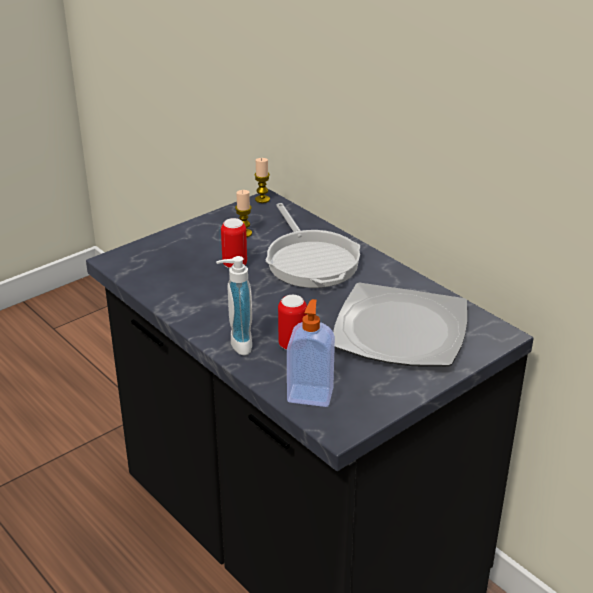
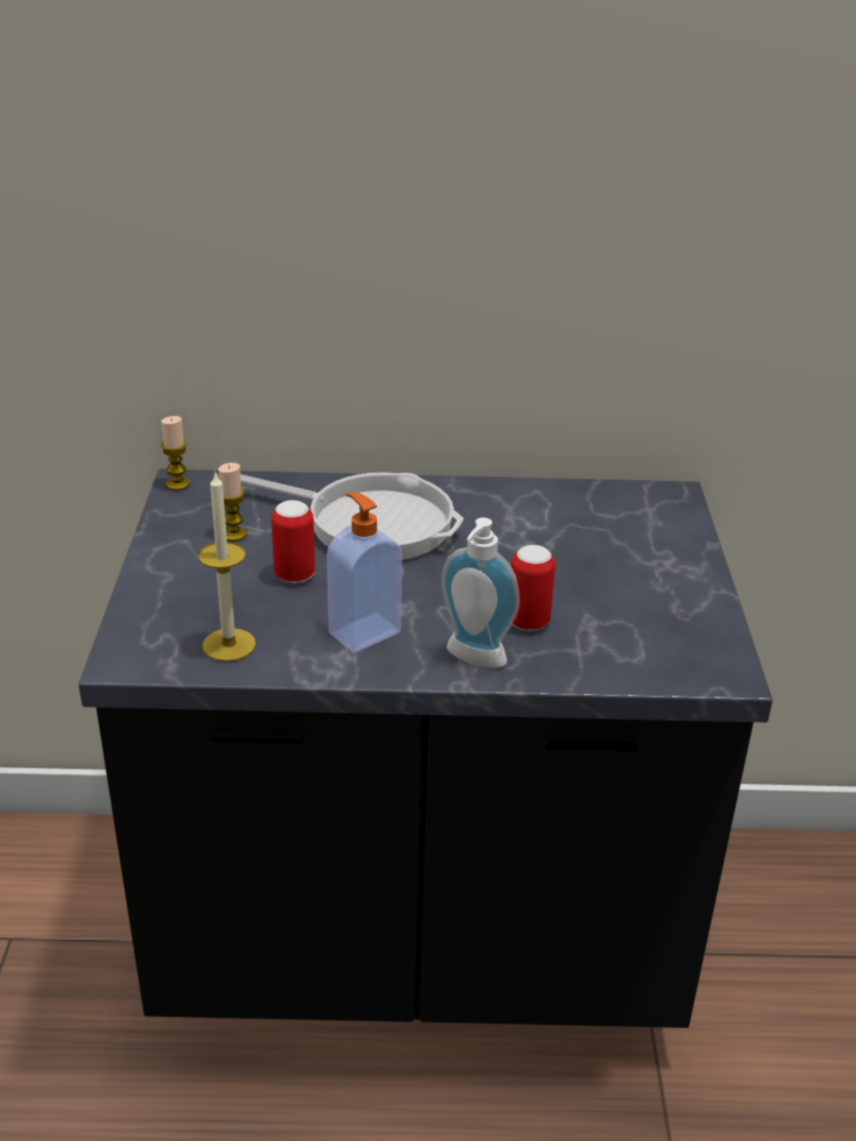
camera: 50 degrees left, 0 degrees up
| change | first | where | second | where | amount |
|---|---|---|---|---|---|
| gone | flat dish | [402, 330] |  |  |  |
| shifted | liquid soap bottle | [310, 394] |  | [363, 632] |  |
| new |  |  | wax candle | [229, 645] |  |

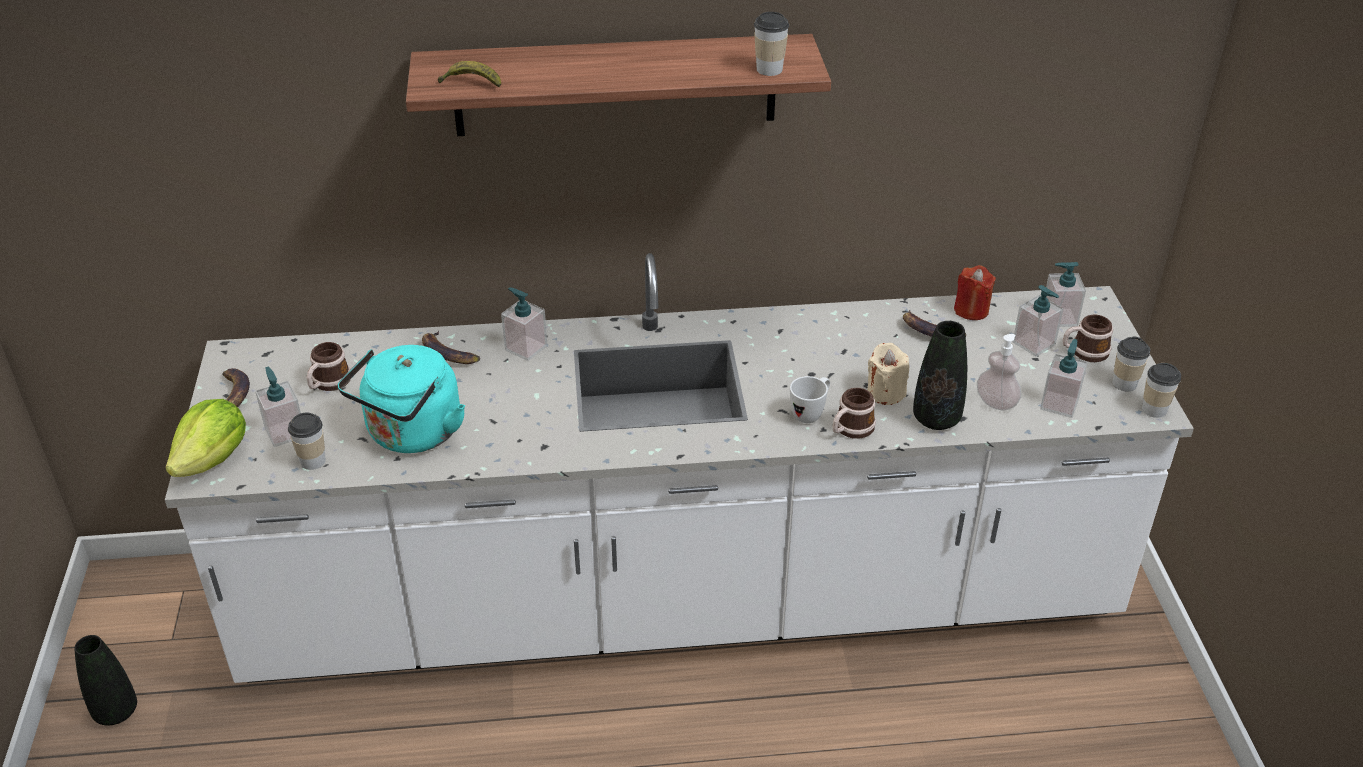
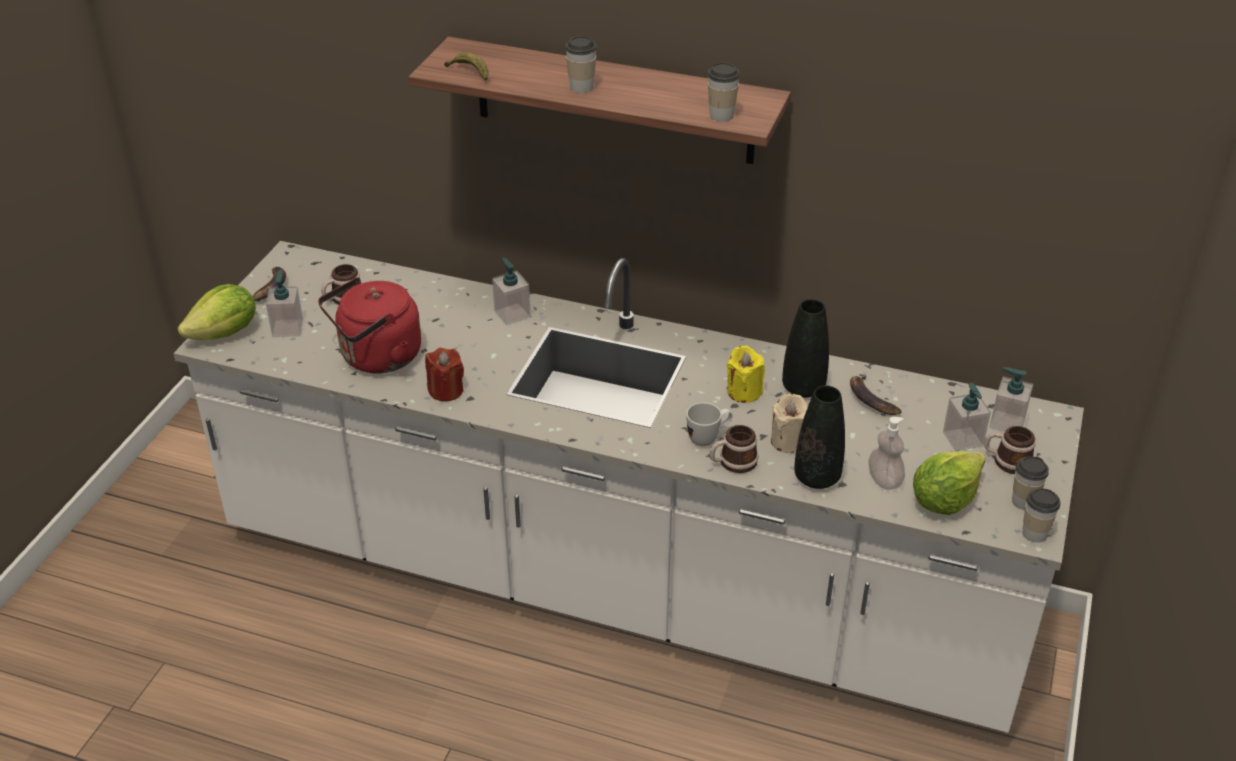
camera: 25 degrees right, 0 degrees up
| change | first | where | second | where | amount |
|---|---|---|---|---|---|
| shifted | reddish wax candle | [971, 310] |  | [446, 390] |  |
| gone | banana | [447, 353] |  |  |  |
| swapped | liquid soap bottle | [1059, 404] | lettuce head | [944, 500] |  |
| repainted | turquoise kettle | [411, 435] | reddish kettle | [377, 358] |  |
| shifted | small cup | [313, 461] |  | [581, 87] |  |
| shifted | blackish decorative vase | [116, 712] |  | [803, 388] |  |
| new |  |  | yellow-coloured wax candle | [744, 392] |  |

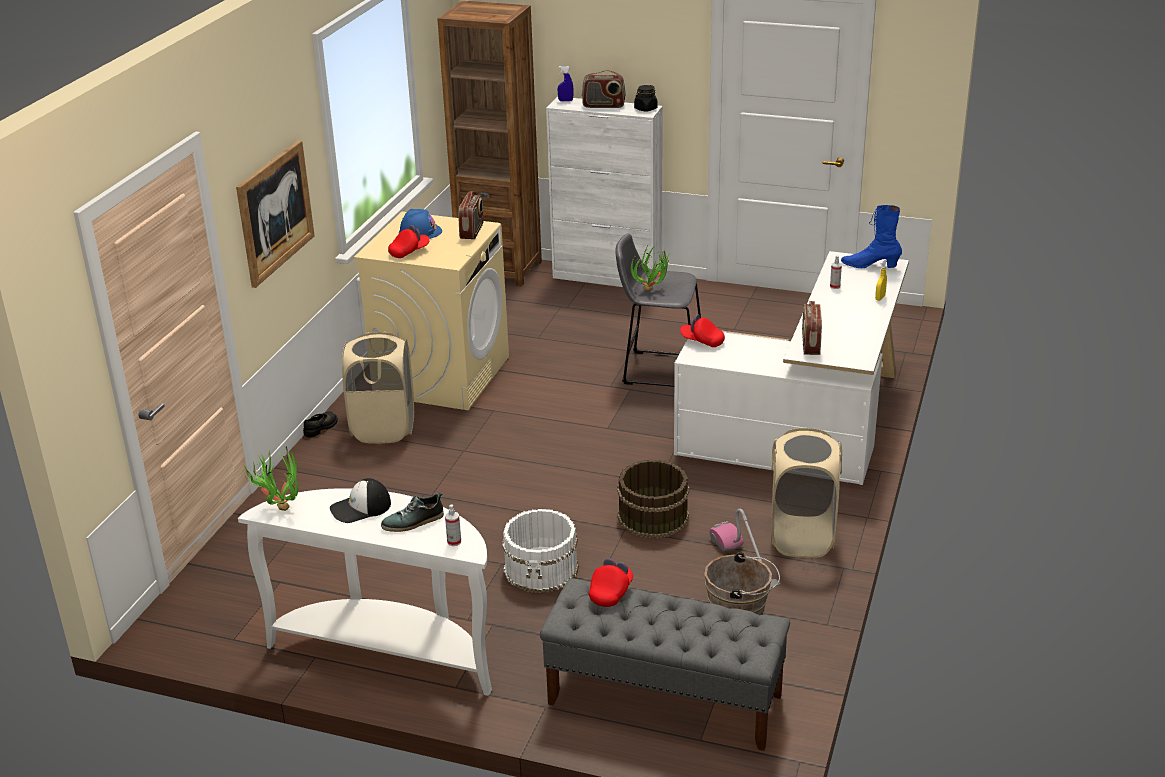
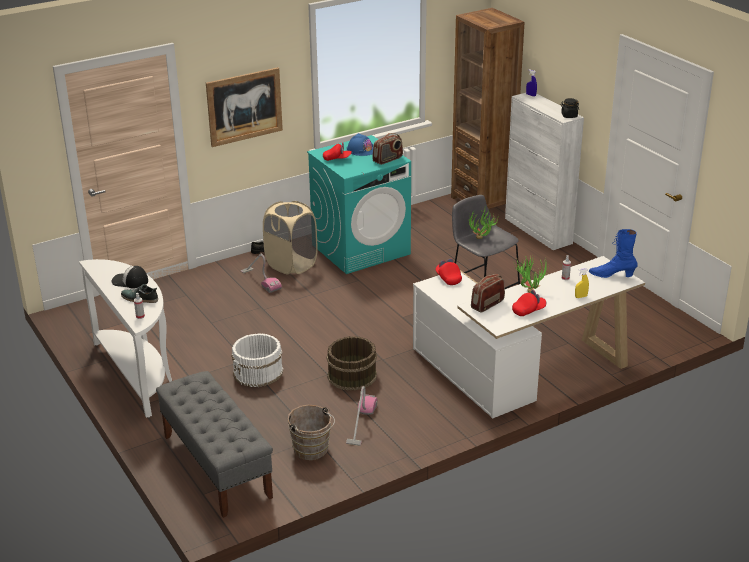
camera: 40 degrees right, 0 degrees up
| change | first | where | second | where | amount |
|---|---|---|---|---|---|
| gone | radio receiver | [603, 105] |  |  |  |
| rotated | blue tall boot | [870, 266] |  | [612, 275] | 45 degrees counterclockwise |
| repainted | beige laundry appliance | [442, 375] | turquoise laundry appliance | [361, 249] |  |
| gone | beige laundry basket | [802, 537] |  |  |  |
| shifted | plant in a pot | [279, 507] |  | [529, 290] |  |
| shifted | reddish peaked cap | [611, 592] |  | [528, 311] |  |
| new |  |  | vacuum cleaner | [260, 280] |  |

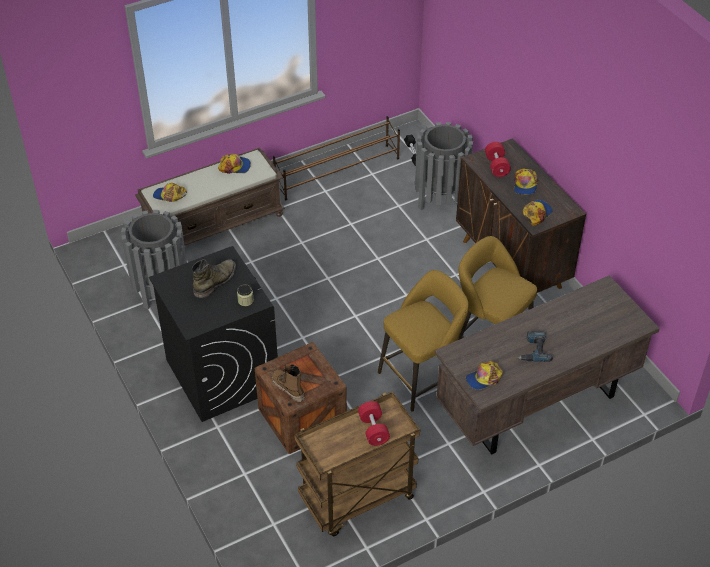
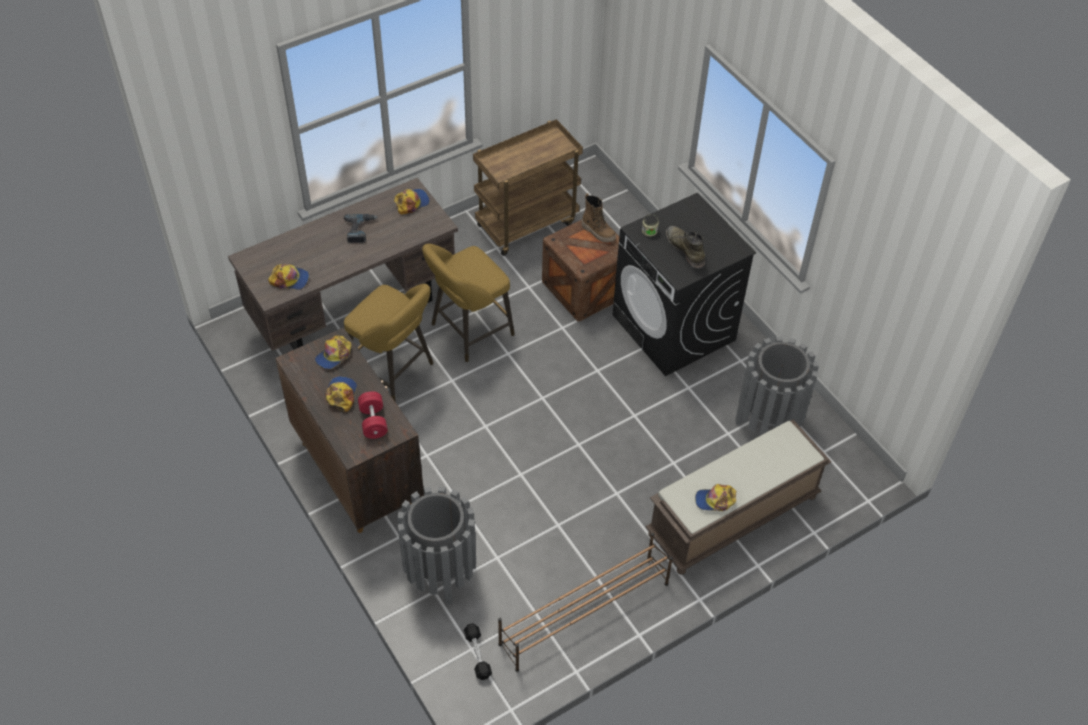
camera: 175 degrees right, 5 degrees up
| change | first | where | second | where | amount |
|---|---|---|---|---|---|
| shifted | peaked cap | [169, 196] |  | [290, 279] |  |
| rotated | greenish tall boot | [215, 281] |  | [685, 249] | 120 degrees clockwise |
| gone | reddish hand weight | [373, 430] |  |  |  |

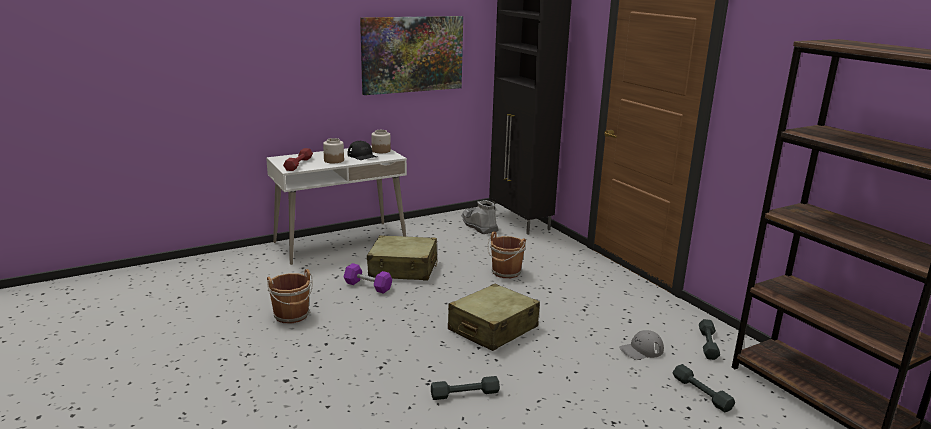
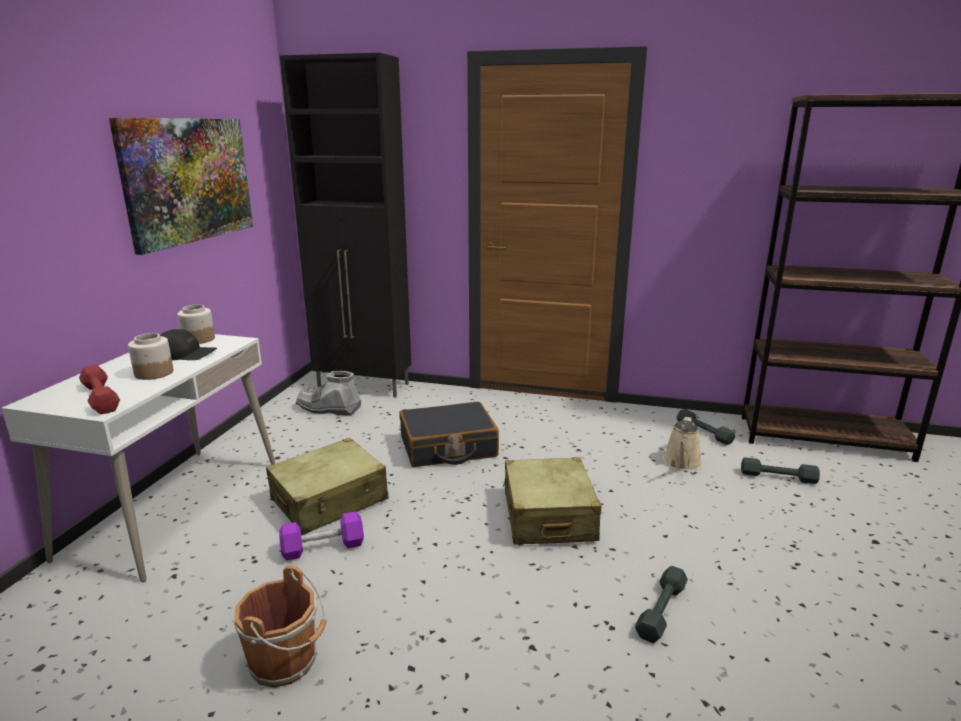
camera: 45 degrees left, 0 degrees up
| change | first | where | second | where | amount |
|---|---|---|---|---|---|
| swapped | brown-coloured water bucket | [505, 272] | blackish travel case | [448, 447] |  |
| swapped | greyish peaked cap | [641, 350] | beige watering can | [681, 463] |  |

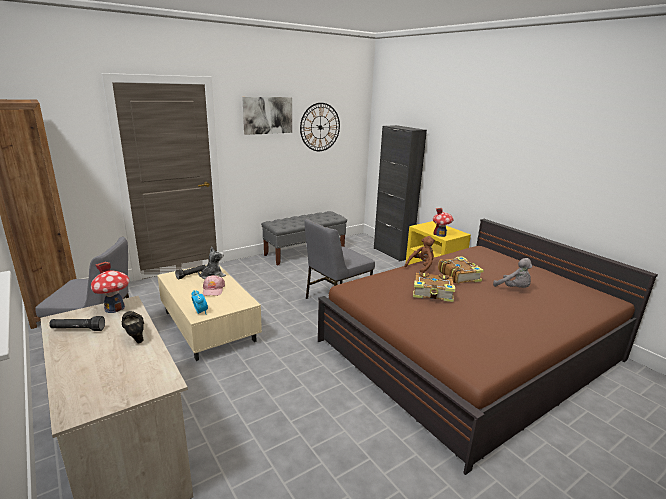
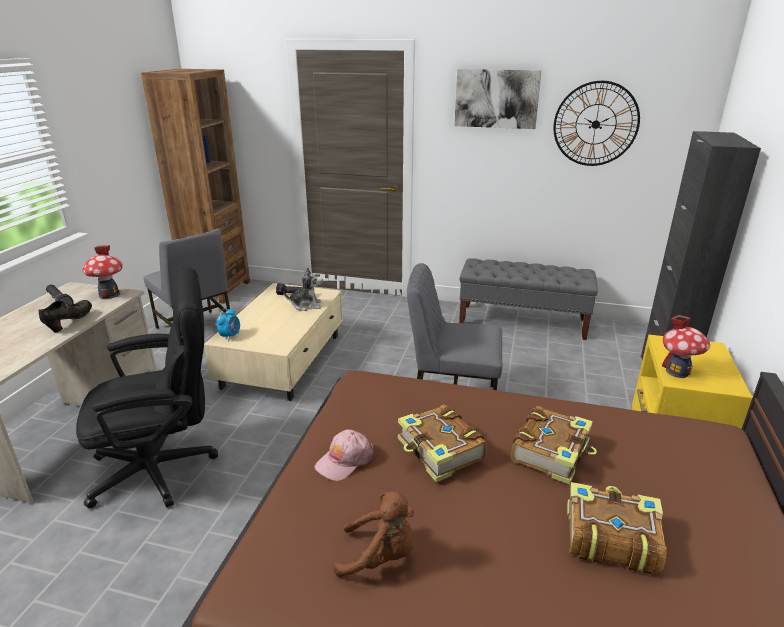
camera: 50 degrees right, 5 degrees up
| change | first | where | second | where | amount |
|---|---|---|---|---|---|
| shifted | brown-coloured soft toy | [421, 267] |  | [380, 556] |  |
| swapped | greyish soft toy | [514, 288] | book | [609, 537] |  |
| shifted | pink peaked cap | [213, 289] |  | [344, 460] |  |
| new |  |  | blackish office chair | [165, 467] |  |

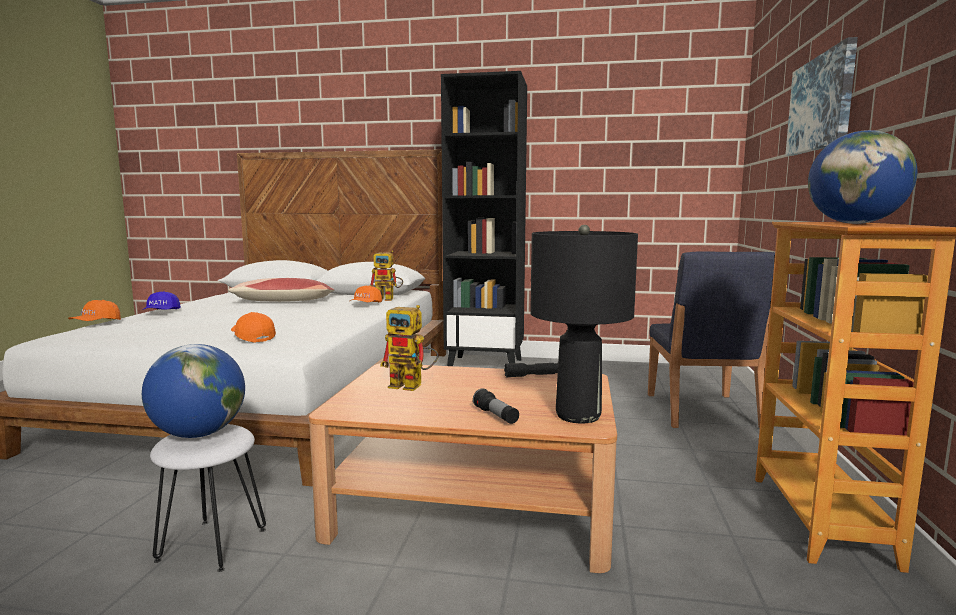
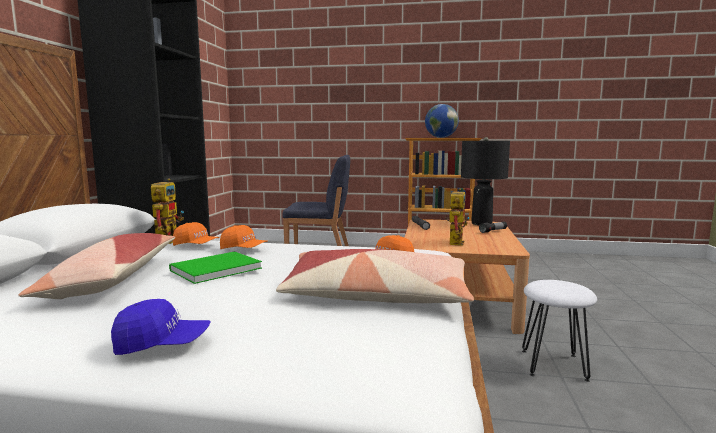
camera: 90 degrees left, 0 degrees up
| change | first | where | second | where | amount |
|---|---|---|---|---|---|
| gone | wall picture | [822, 103] |  |  |  |
| shifted | orange-coloured peaked cap | [96, 323] |  | [244, 249] |  |
| gone | desk globe | [199, 434] |  |  |  |
| new |  |  | cushion | [376, 296] |  |
| new |  |  | greenish book | [213, 269] |  |

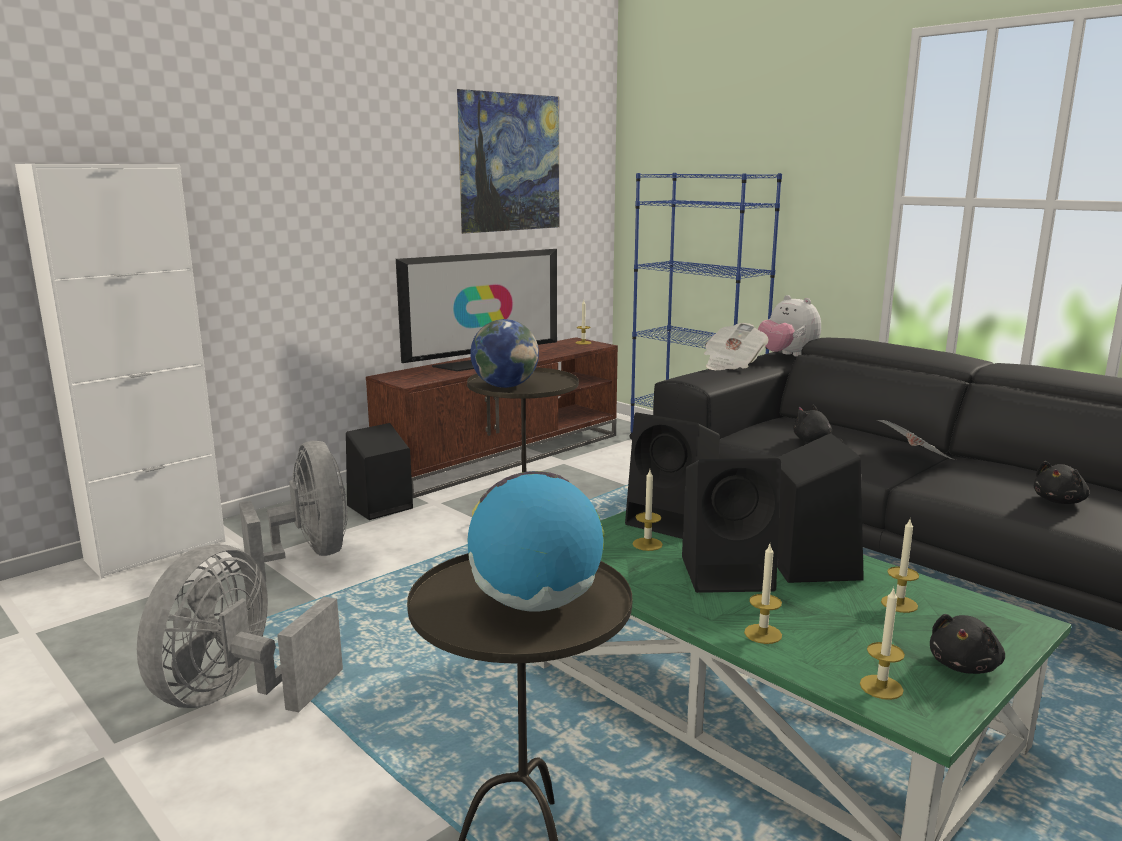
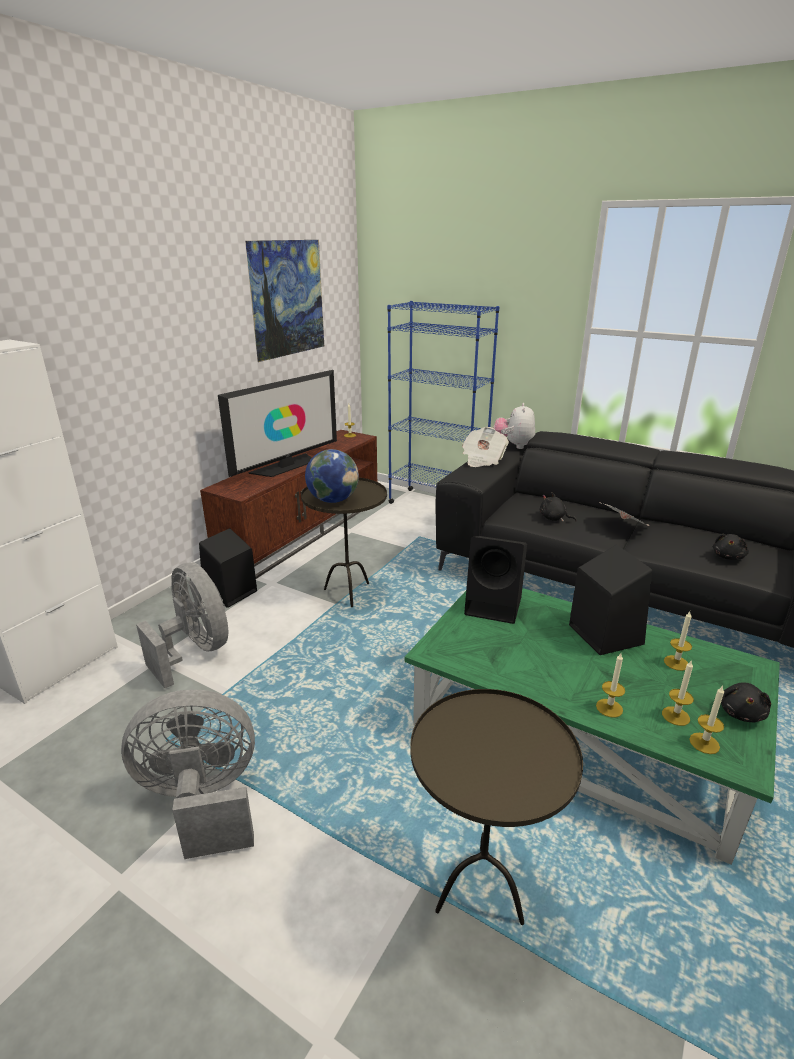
camera: 15 degrees left, 10 degrees up
| change | first | where | second | where | amount |
|---|---|---|---|---|---|
| rotated | soft toy | [787, 355] |  | [513, 446] | 60 degrees clockwise |
| gone | blackish speaker | [729, 573] |  |  |  |
| shifted | wax candle | [647, 544] |  | [675, 716] |  |
| gone | desk globe | [536, 603] |  |  |  |
| rotated | greyish electric fan | [238, 694] |  | [202, 801] | 75 degrees clockwise |

